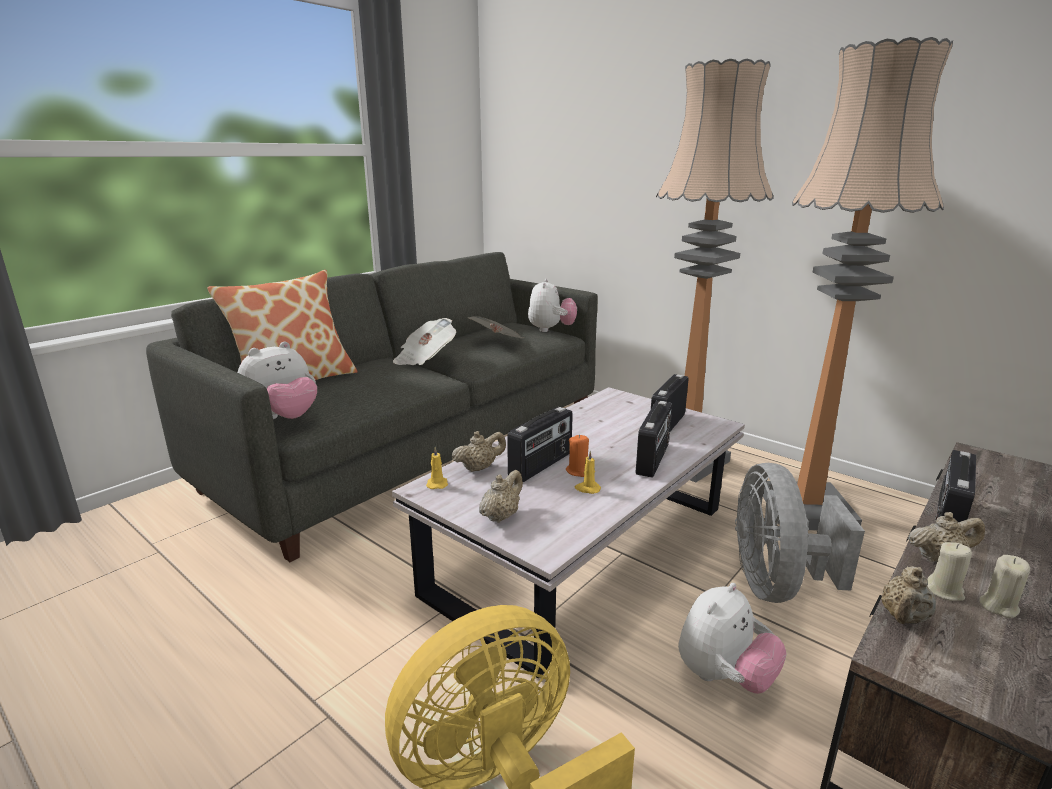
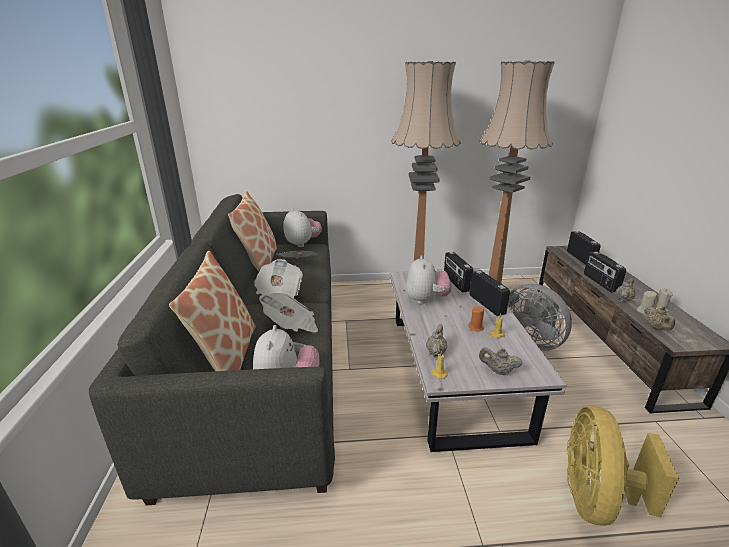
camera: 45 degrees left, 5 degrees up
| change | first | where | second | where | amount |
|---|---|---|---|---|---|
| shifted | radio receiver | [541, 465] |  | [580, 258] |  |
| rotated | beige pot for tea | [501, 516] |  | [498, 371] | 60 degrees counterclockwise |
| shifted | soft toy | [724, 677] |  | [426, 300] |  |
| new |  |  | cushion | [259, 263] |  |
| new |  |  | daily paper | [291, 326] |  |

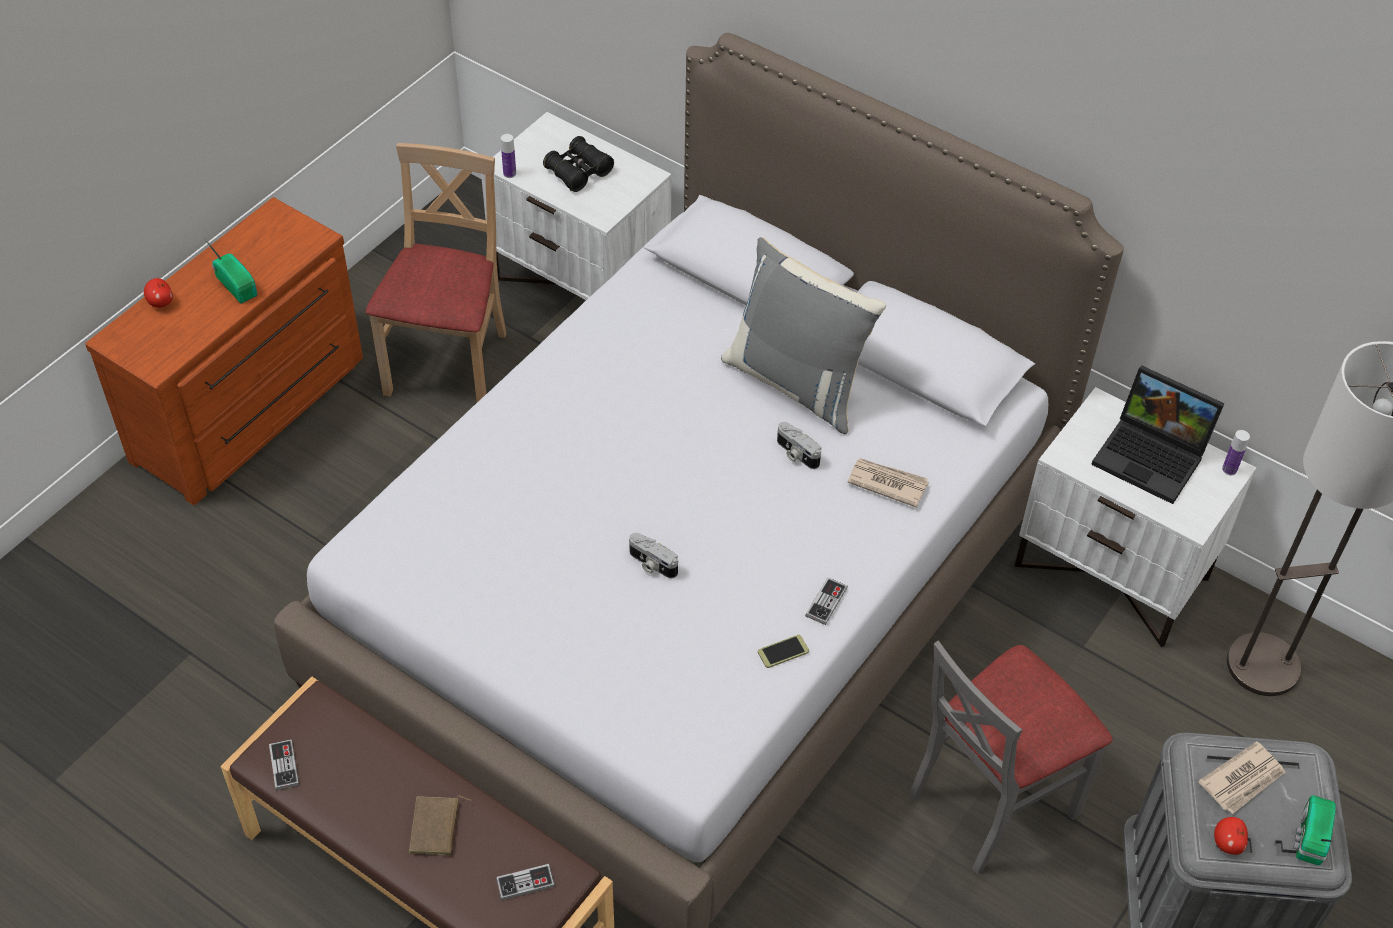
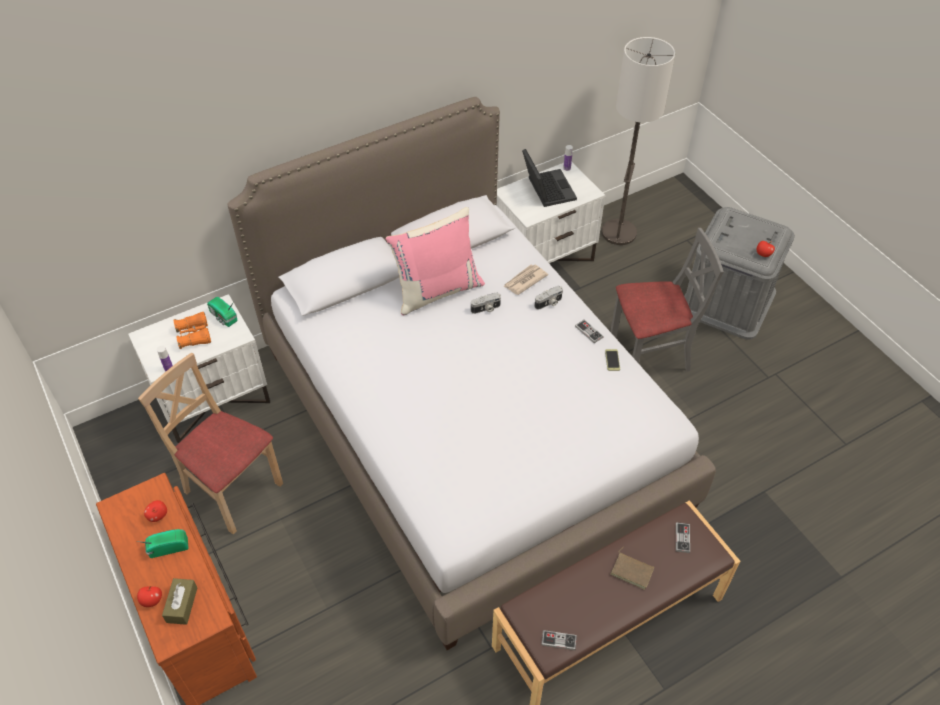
camera: 65 degrees left, 0 degrees up
| change | first | where | second | where | amount |
|---|---|---|---|---|---|
| repainted | blackish binoculars | [578, 172] | orange-coloured binoculars | [194, 335] |  |
| repainted | greyish cushion | [797, 382] | pink cushion | [437, 290] |  |
| rotated | notebook computer | [1153, 457] |  | [546, 189] | 75 degrees counterclockwise |
| shifted | still camera | [651, 564] |  | [549, 303] |  |
| rotated | greyish upright chair | [991, 800] |  | [649, 355] | 90 degrees counterclockwise |
| gone | daily paper | [1243, 780] |  |  |  |
| shifted | radio receiver | [1309, 838] |  | [223, 317] |  |
| new |  |  | apple | [158, 516] |  |
| new |  |  | brown-coloured box of tissues | [182, 605] |  |

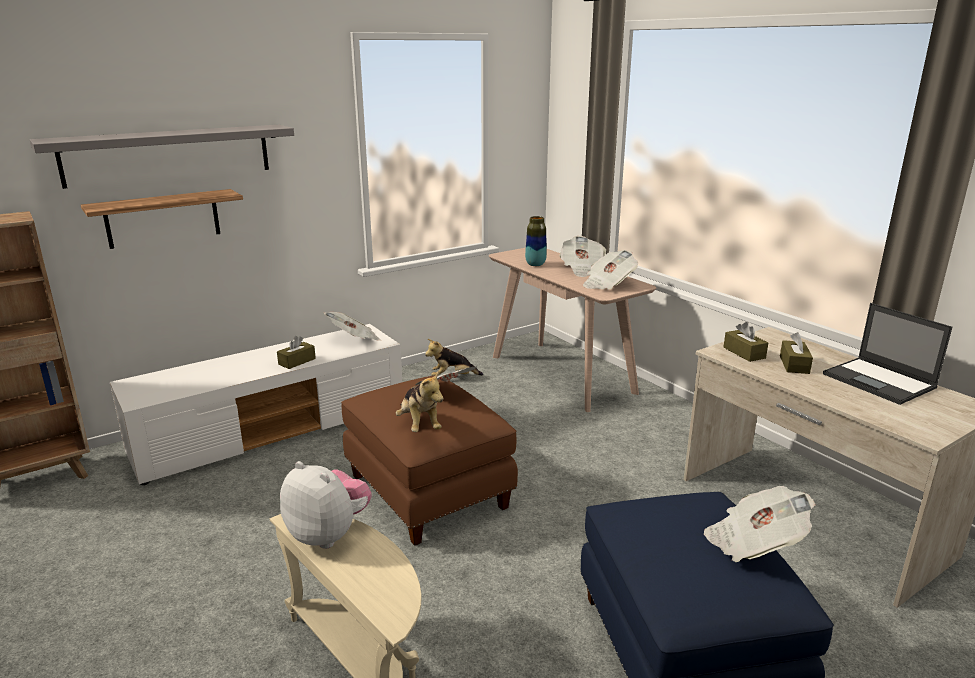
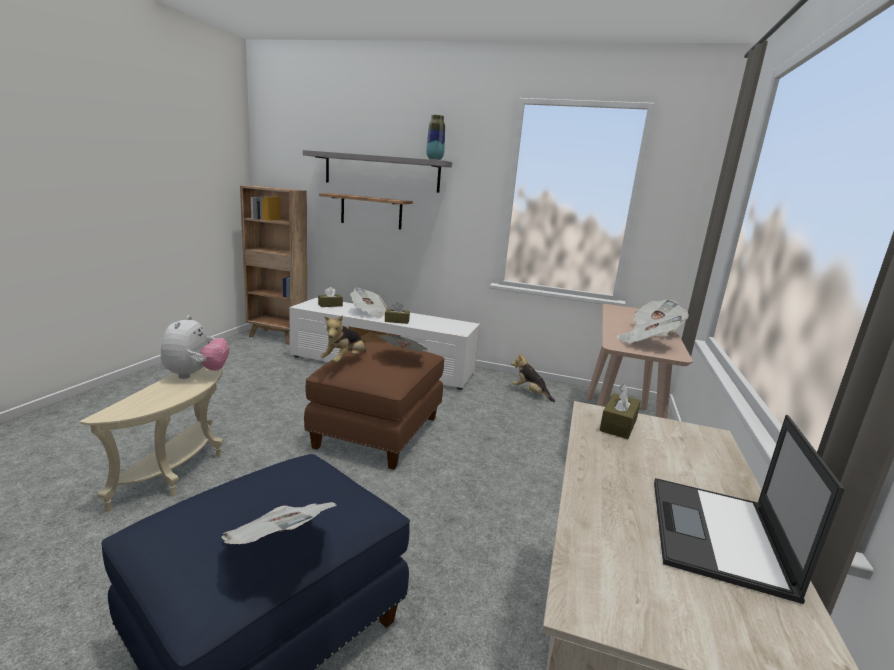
camera: 50 degrees right, 5 degrees down
| change | first | where | second | where | amount |
|---|---|---|---|---|---|
| shifted | decorative vase | [535, 264] |  | [434, 159] |  |
| shifted | daily paper | [354, 339] |  | [369, 313] |  |
| shifted | brown-coloured box of tissues | [794, 364] |  | [330, 305] |  |

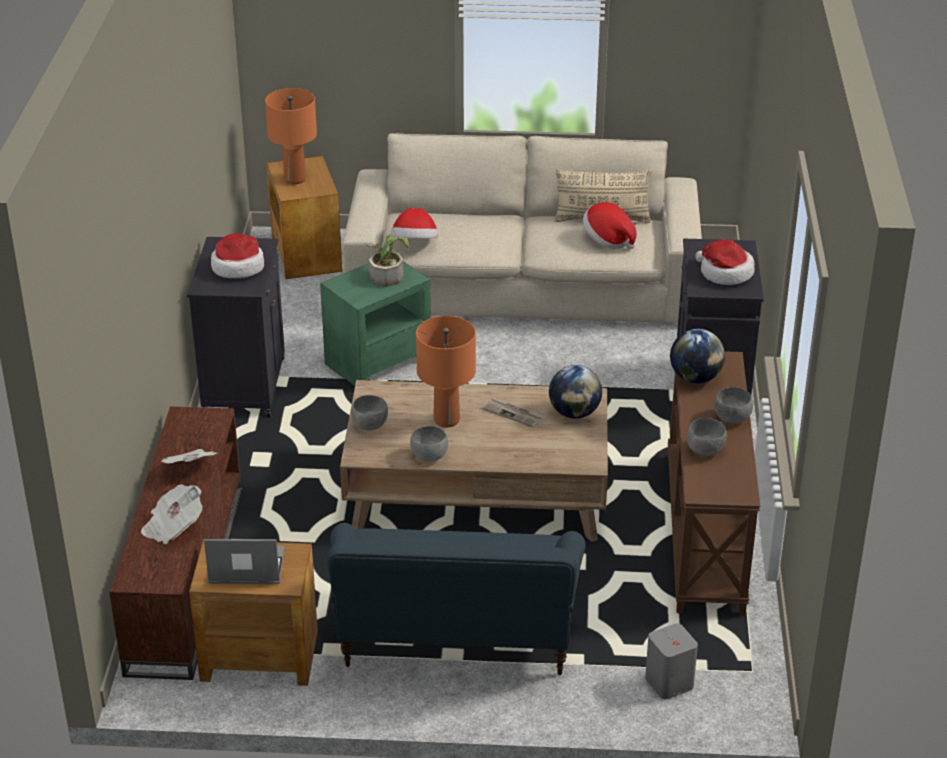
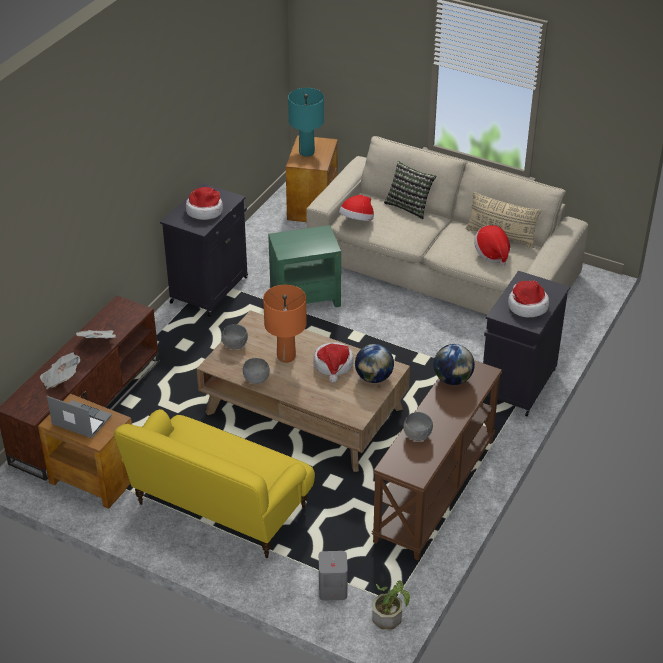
camera: 25 degrees right, 5 degrees up
| change | first | where | second | where | amount |
|---|---|---|---|---|---|
| repainted | orange-coloured table lamp | [295, 179] | turquoise table lamp | [307, 152] |  |
| shifted | plant in a pot | [388, 274] |  | [389, 614] |  |
| gone | greyish serving bowl | [732, 419] |  |  |  |
| swapped | daily paper | [514, 413] | clothing hat | [333, 365] |  |
| repainted | blue settee | [456, 637] | yellow-coloured settee | [220, 508] |  |
| new |  |  | cushion | [409, 206] |  |

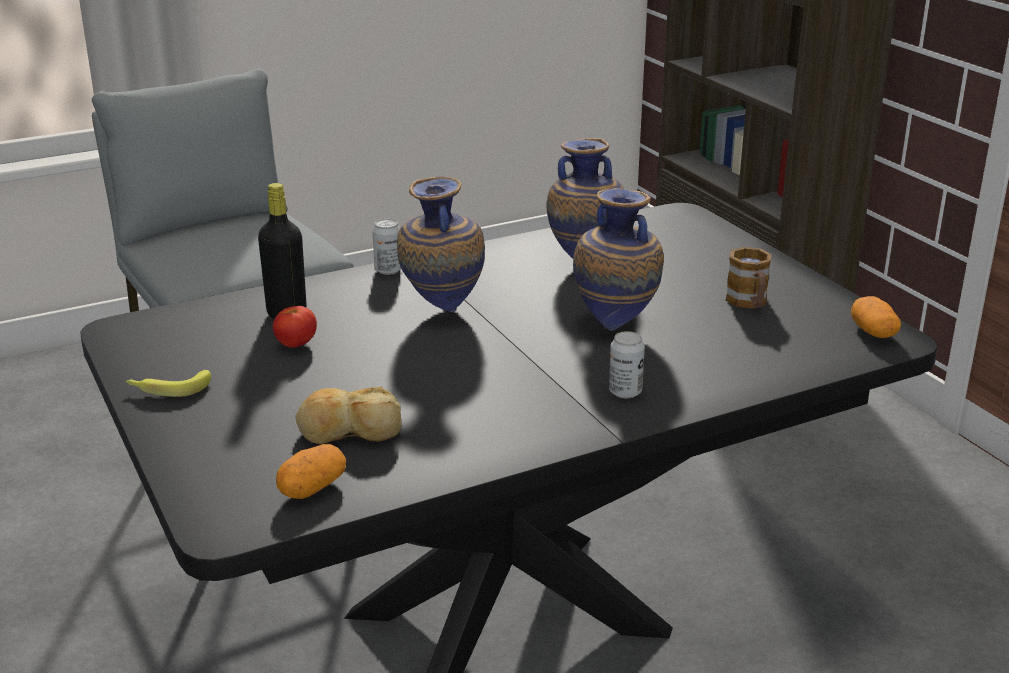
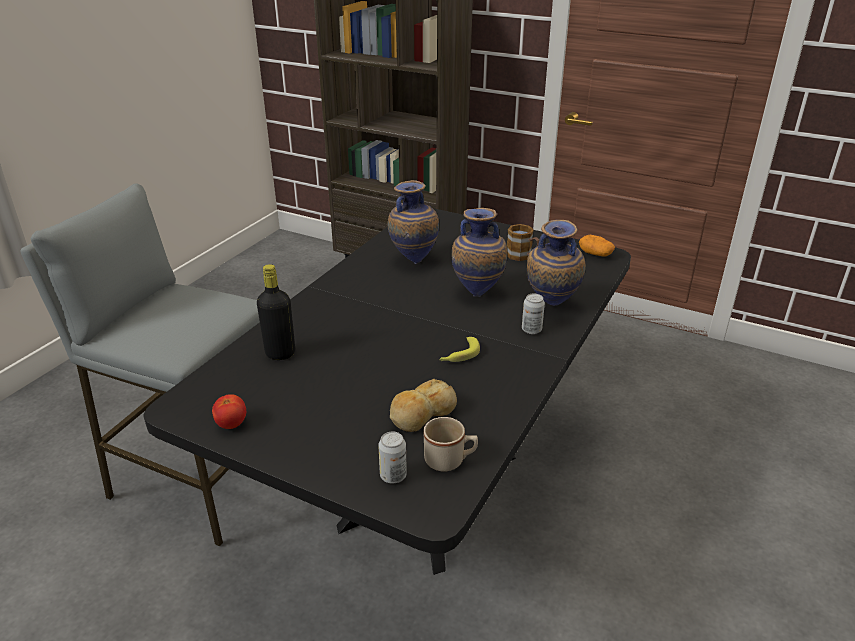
camera: 35 degrees left, 5 degrees up
| change | first | where | second | where | amount |
|---|---|---|---|---|---|
| shifted | decorative vase | [441, 311] |  | [550, 306] |  |
| shifted | metal can | [388, 270] |  | [393, 476] |  |
| shifted | fresh tomato | [296, 344] |  | [231, 424] |  |
| shifted | banana | [168, 388] |  | [459, 355] |  |
| swapped | potato | [312, 488] | beige coffee mug | [450, 460] |  |

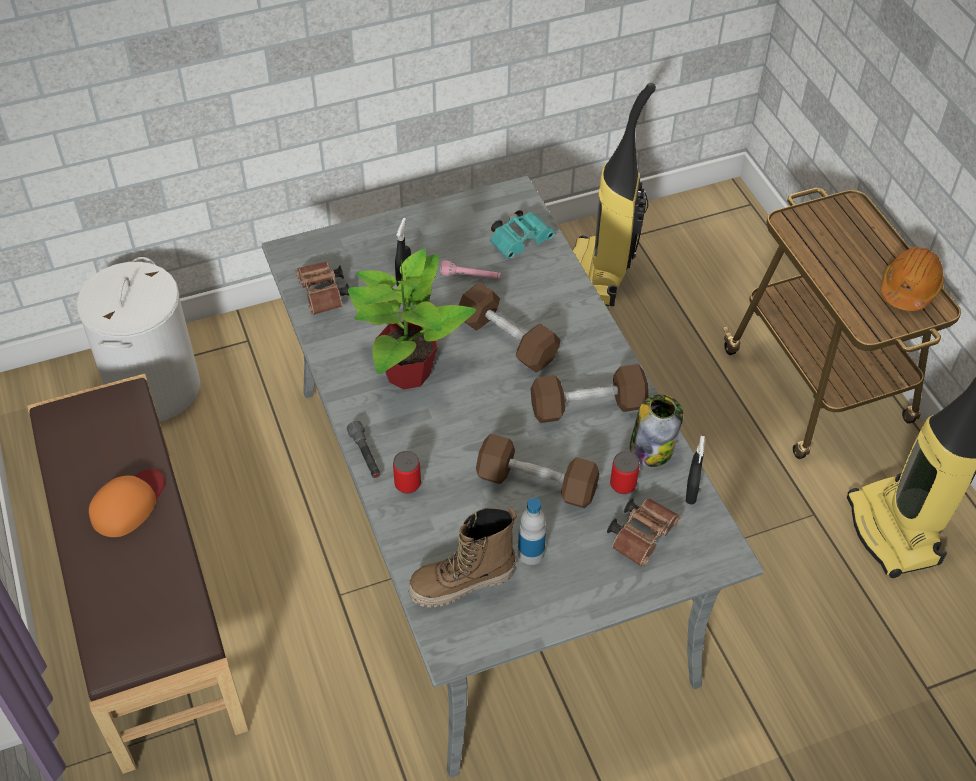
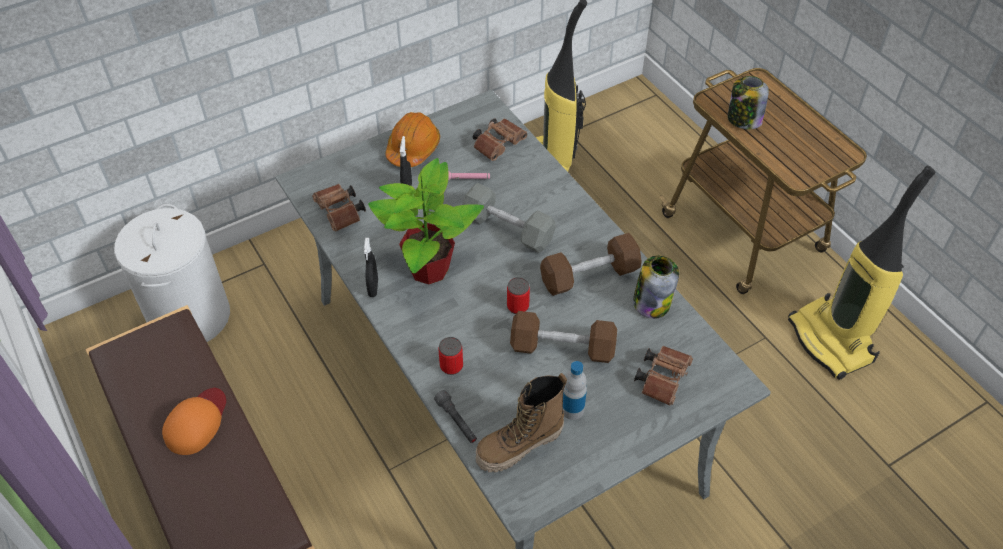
camera: 10 degrees left, 0 degrees up
| change | first | where | second | where | amount |
|---|---|---|---|---|---|
| repainted | turquoise binoculars | [521, 241] | brown-coloured binoculars | [499, 144] |  |
| shifted | orange-coloured safety helmet | [909, 288] |  | [413, 148] |  |
| repainted | brown-coloured hand weight | [507, 340] | greyish hand weight | [507, 229] |  |
| shifted | greyish flashlight | [365, 455] |  | [457, 421] |  |
| shifted | blackish spray bottle | [691, 492] |  | [373, 288] |  |
| shifted | metal can | [623, 484] |  | [518, 306] |  |
| new |  |  | preserve jar | [743, 120] |  |

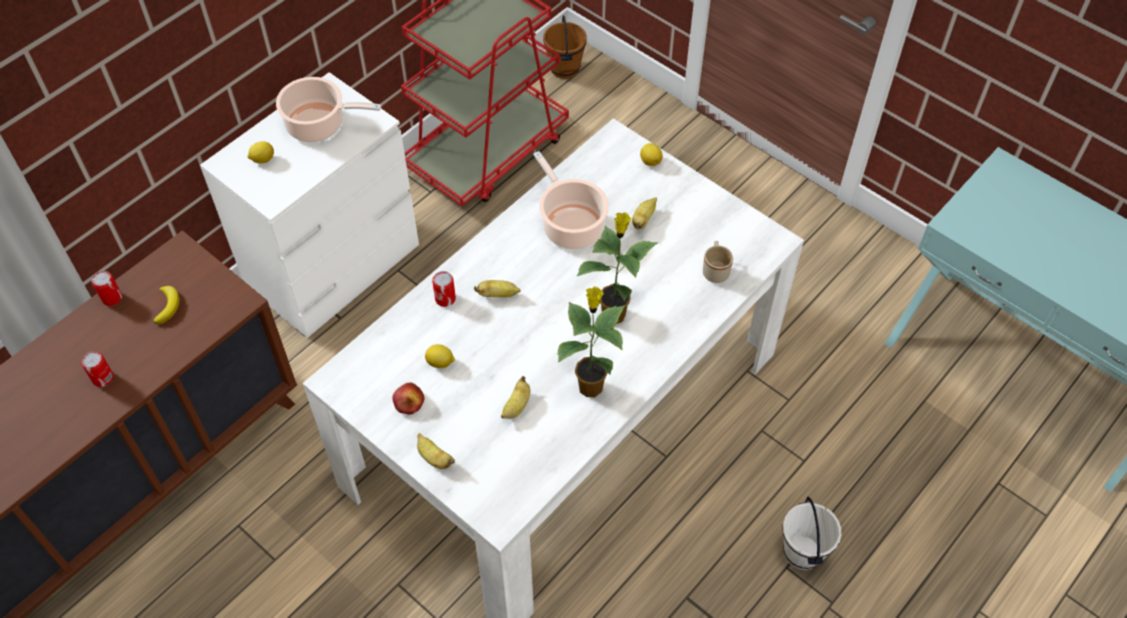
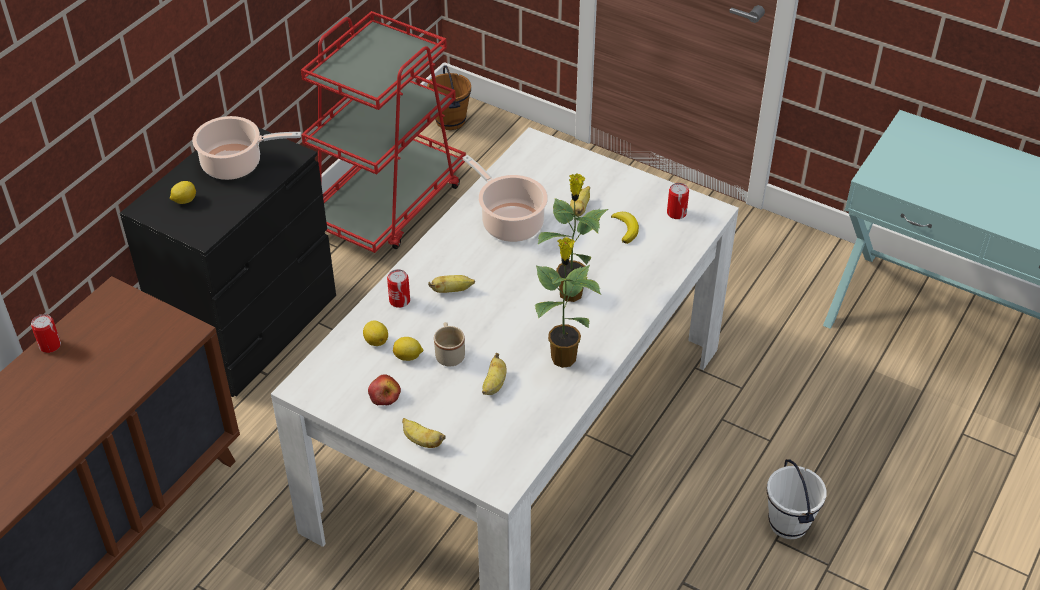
camera: 10 degrees left, 10 degrees down
| change | first | where | second | where | amount |
|---|---|---|---|---|---|
| repainted | white drawer chest | [334, 267] | blackish drawer chest | [251, 328] |  |
| shifted | lemon | [650, 161] |  | [376, 340] |  |
| shifted | beige coffee mug | [715, 269] |  | [449, 353] |  |
| shifted | banana | [167, 306] |  | [626, 229] |  |
| shifted | metal can | [103, 378] |  | [676, 213] |  |

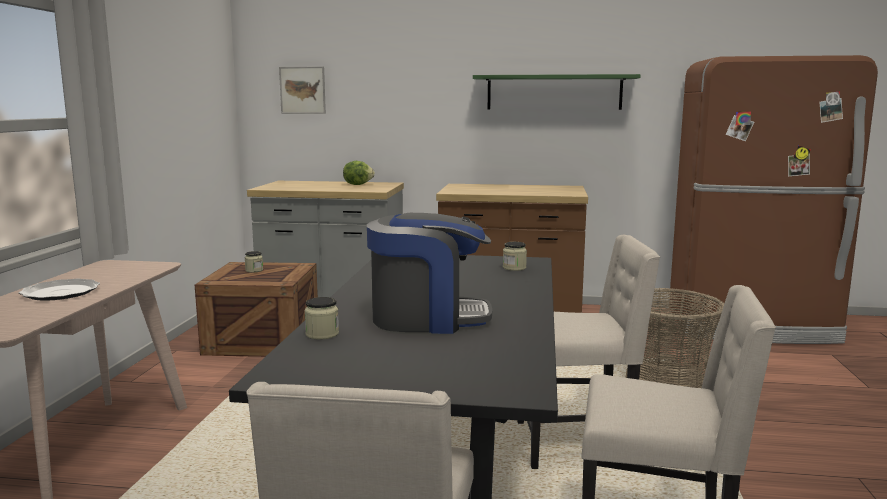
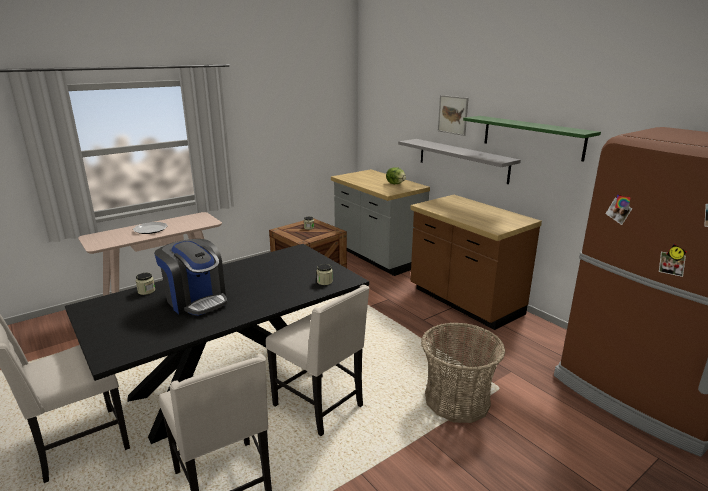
camera: 45 degrees right, 10 degrees up
| change | first | where | second | where | amount |
|---|---|---|---|---|---|
| shifted | wall picture | [302, 90] |  | [453, 115] |  |
| new |  |  | greyish bracket shelf | [462, 160] |  |

